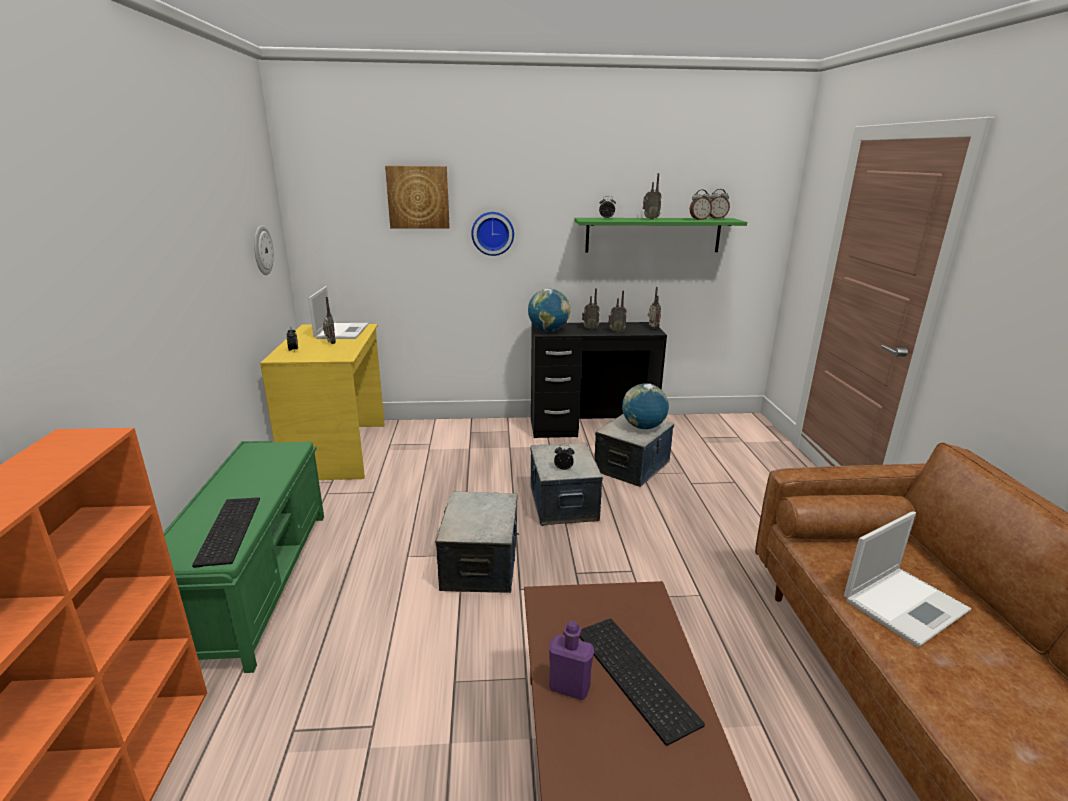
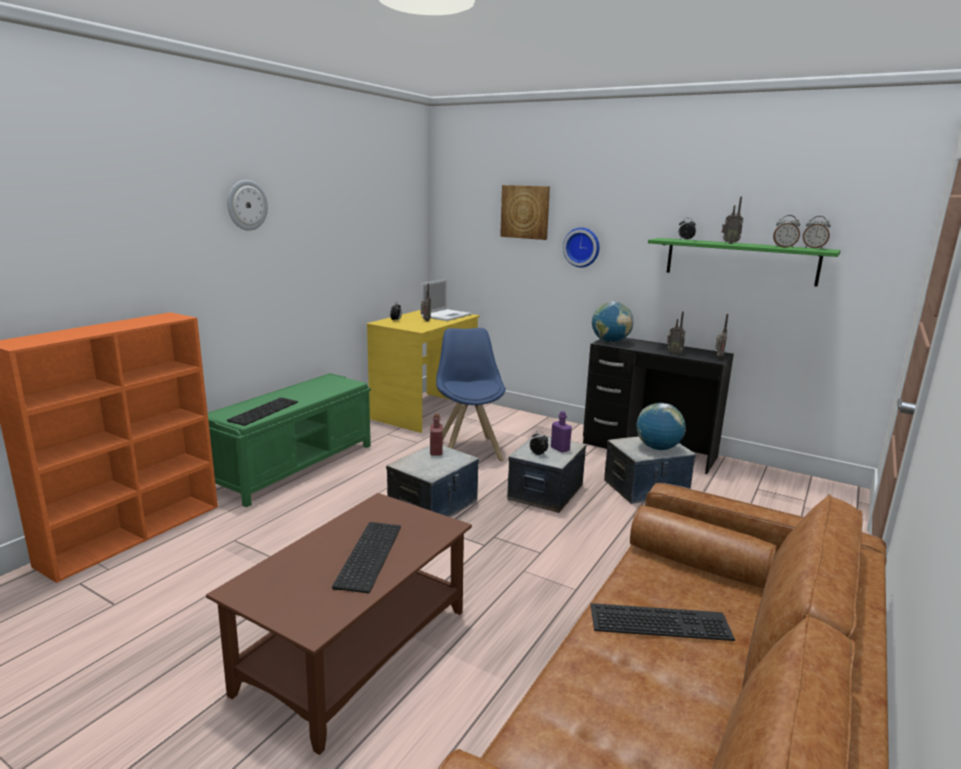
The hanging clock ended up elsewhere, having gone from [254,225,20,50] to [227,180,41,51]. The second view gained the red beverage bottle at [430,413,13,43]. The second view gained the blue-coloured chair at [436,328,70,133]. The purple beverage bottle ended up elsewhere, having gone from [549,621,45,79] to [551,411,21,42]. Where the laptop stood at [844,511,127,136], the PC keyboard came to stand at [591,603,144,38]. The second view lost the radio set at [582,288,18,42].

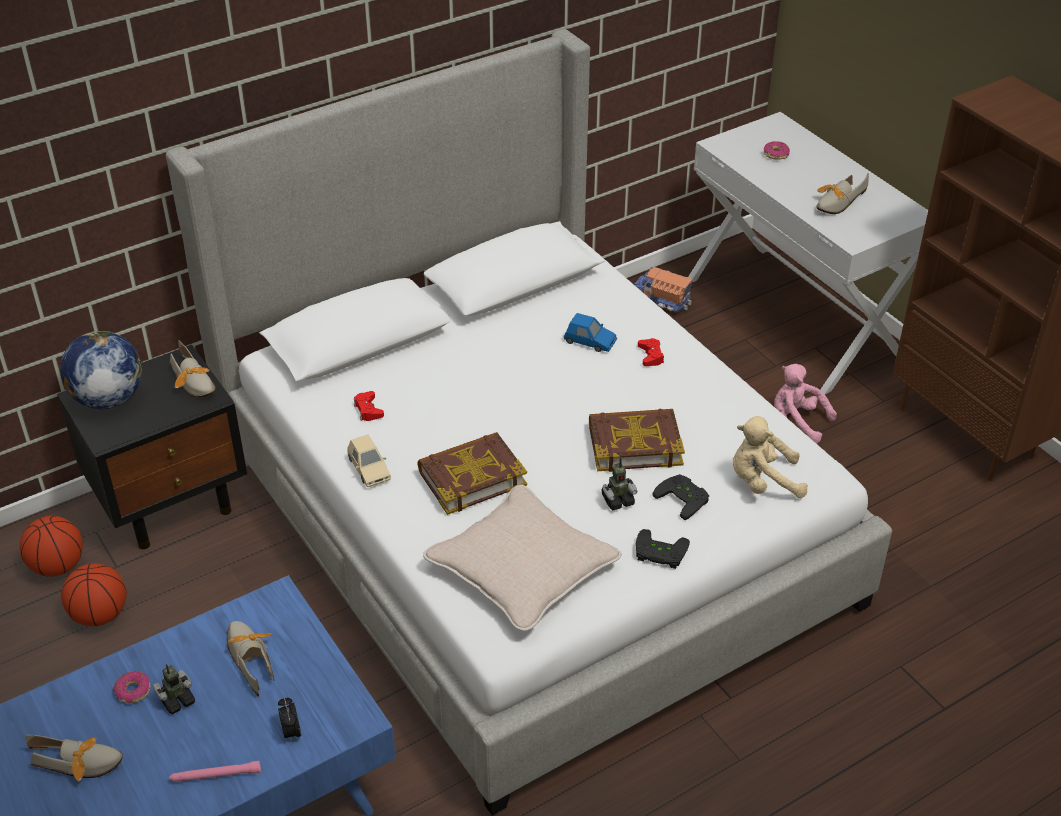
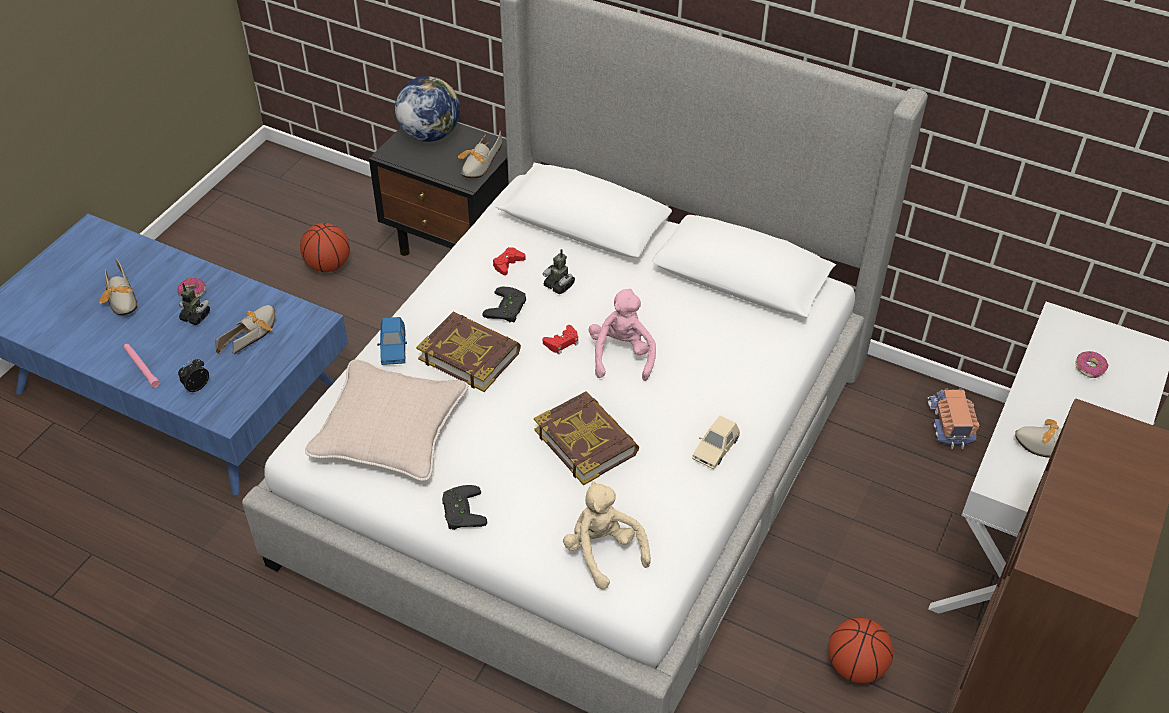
The blue-coloured toy car ended up elsewhere, having gone from [564,313,53,39] to [377,317,30,48]. The blackish joypad ended up elsewhere, having gone from [652,474,57,46] to [482,287,44,35]. The model robot ended up elsewhere, having gone from [601,457,36,53] to [542,249,33,45]. The red joypad ended up elsewhere, having gone from [638,338,26,28] to [543,325,35,29]. The pink-coloured plush toy ended up elsewhere, having gone from [774,364,63,79] to [589,289,67,92]. The sand-coloured toy car ended up elsewhere, having gone from [347,434,44,53] to [692,415,48,54]. The basketball ball ended up elsewhere, having gone from [20,516,63,61] to [828,618,65,65].

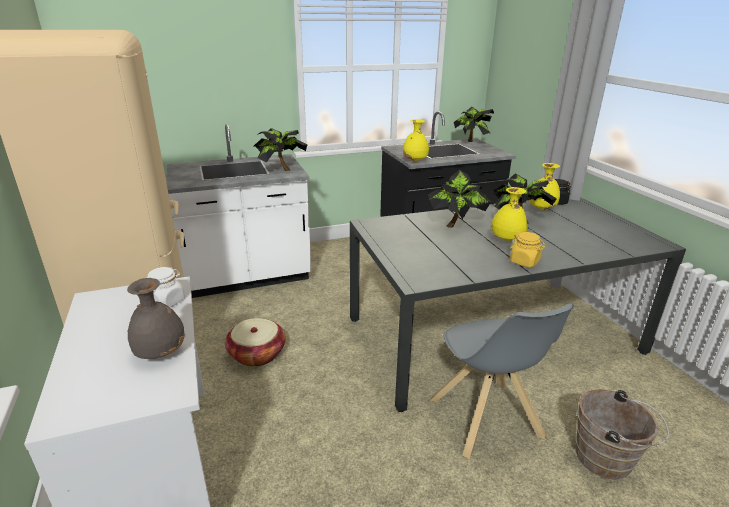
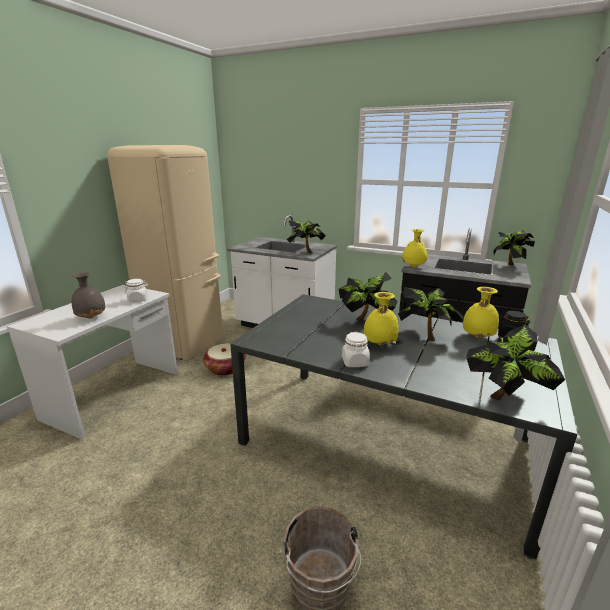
What was the yellowish jar at [510,232,35,35] turned into the whitish jar at [342,332,28,35]. The second view gained the plant in a pot at [466,325,99,75]. The second view lost the gray chair at [430,303,144,156].

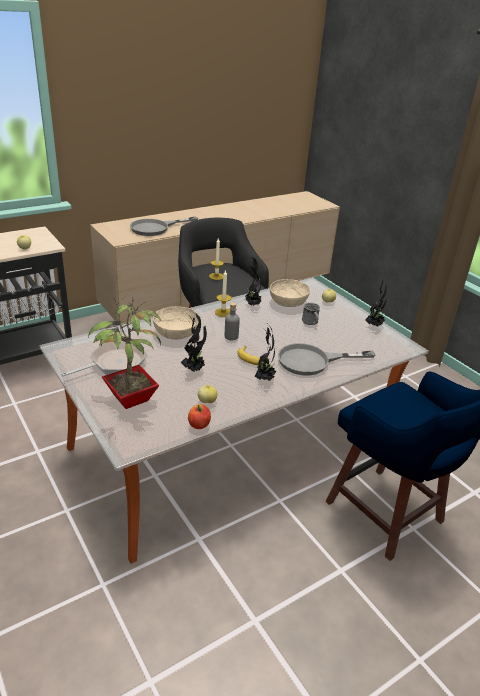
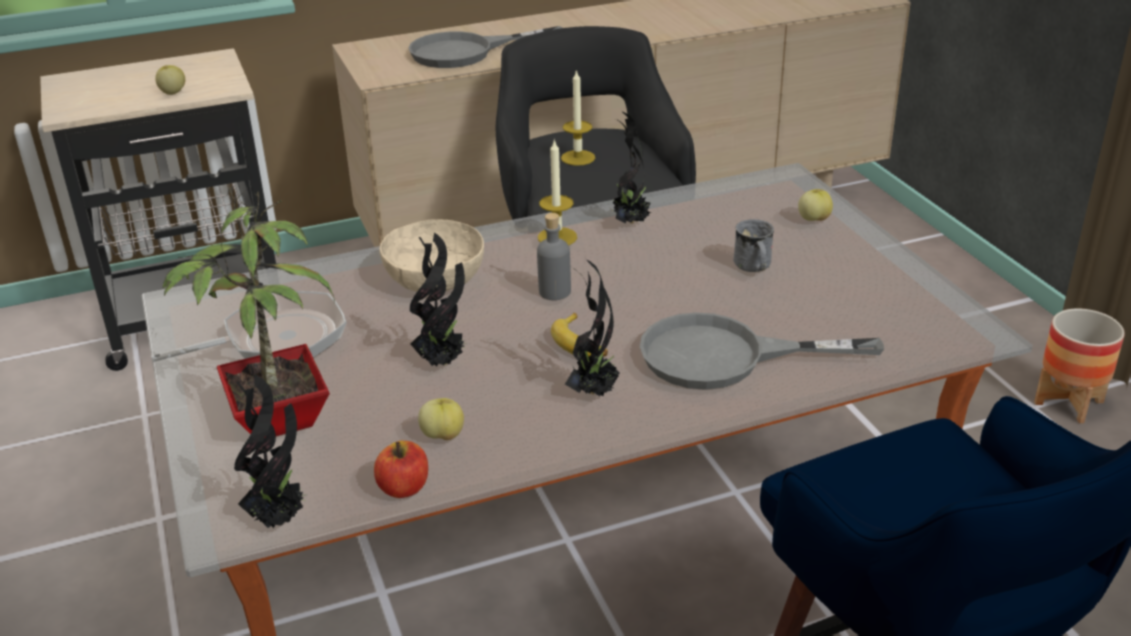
The plant in a pot ended up elsewhere, having gone from [365,279,22,47] to [234,375,70,153]. The second view gained the flower pot at [1034,308,91,115]. The second view lost the sand-coloured deep dish at [270,279,40,28].

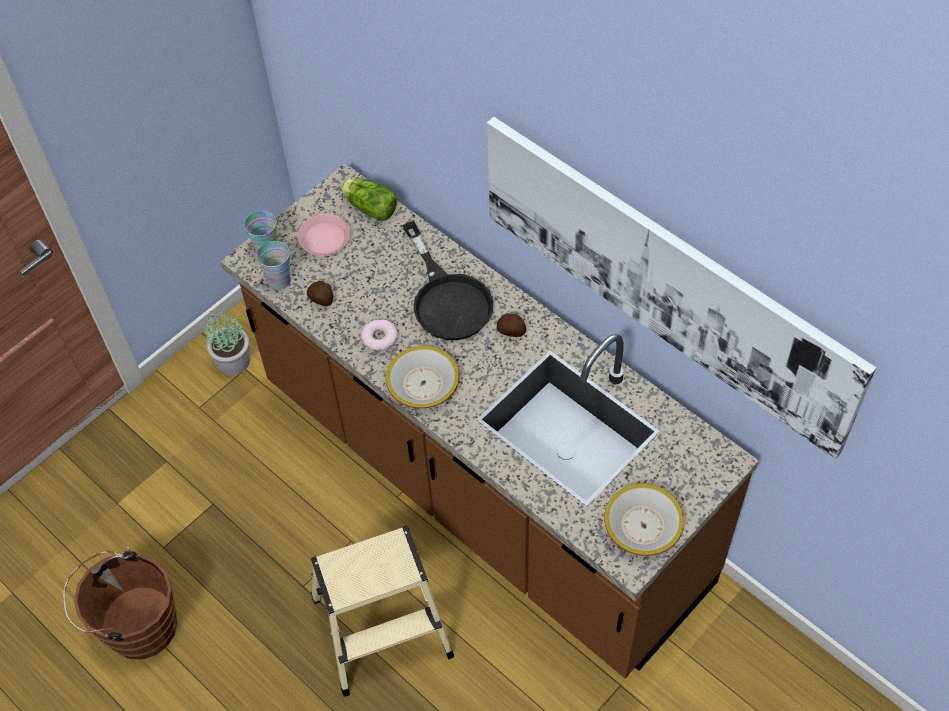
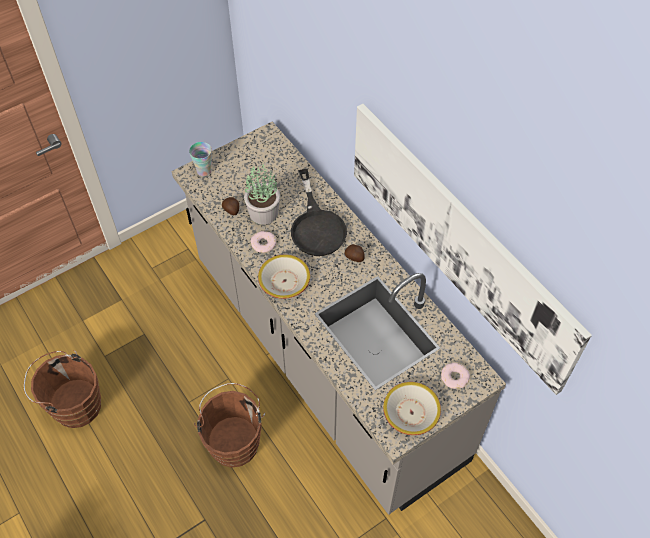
What was the brown counter at [220,163,539,516] turned into the gray counter at [172,122,334,393]. Where the sand-coloured step stool stood at [311,525,143,172], the brown water bucket came to stand at [194,383,71,84]. The plant in a pot ended up elsewhere, having gone from [205,307,45,68] to [244,162,36,63]. The second view gained the ring doughnut at [441,363,29,26]. The second view lost the cup at [257,241,34,49]. The second view lost the pink-coloured flat dish at [297,214,54,42]. The second view lost the lettuce at [341,178,56,43].

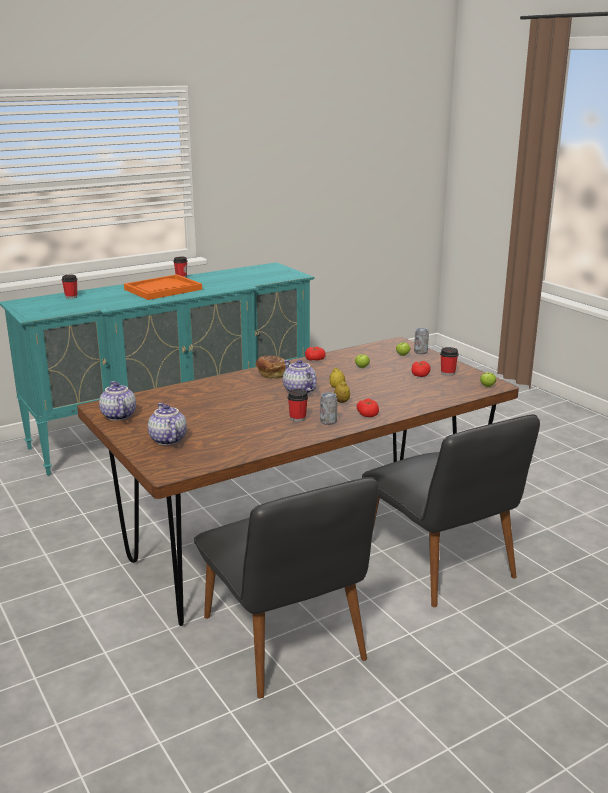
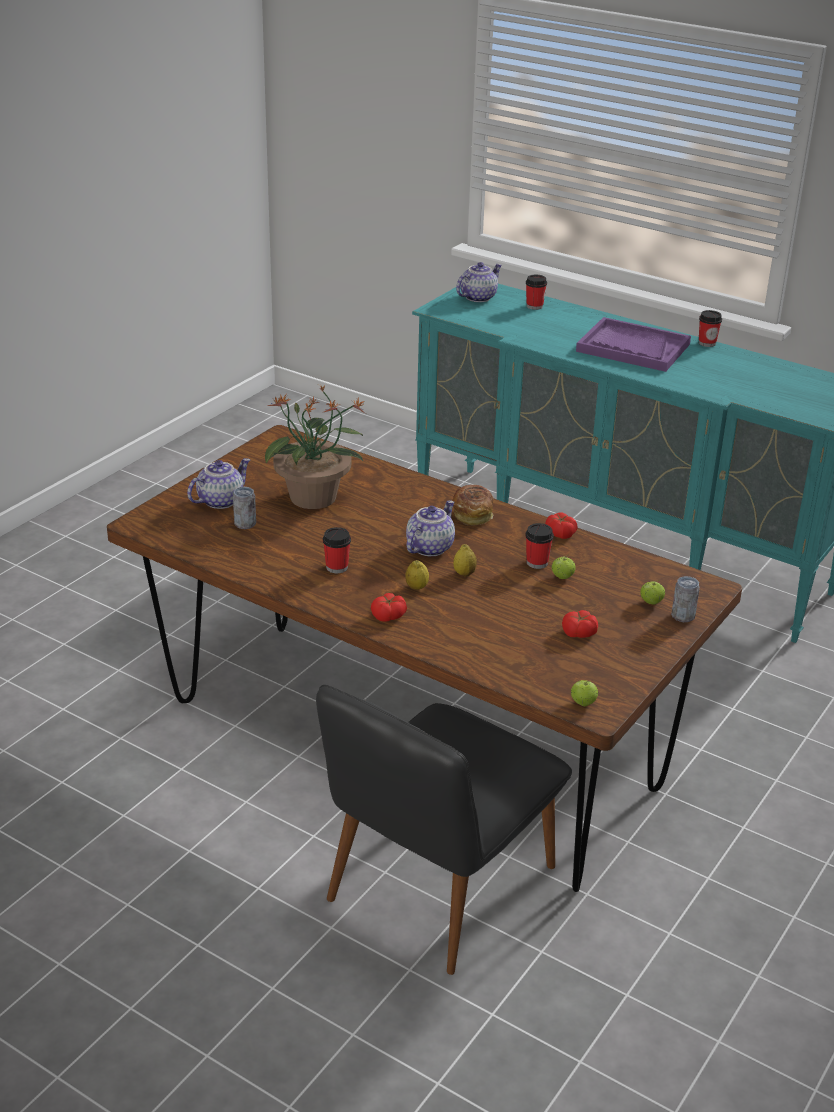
The can ended up elsewhere, having gone from [320,392,17,33] to [233,487,23,42]. The second view gained the plant in a pot at [265,384,100,125]. The tea pot ended up elsewhere, having gone from [99,381,37,40] to [456,262,46,40]. The cup ended up elsewhere, having gone from [440,347,19,29] to [525,523,29,46]. What was the orange-coloured carrying tray at [124,274,78,26] turned into the purple carrying tray at [576,317,115,55]. The second view lost the blackish chair at [194,477,185,221].

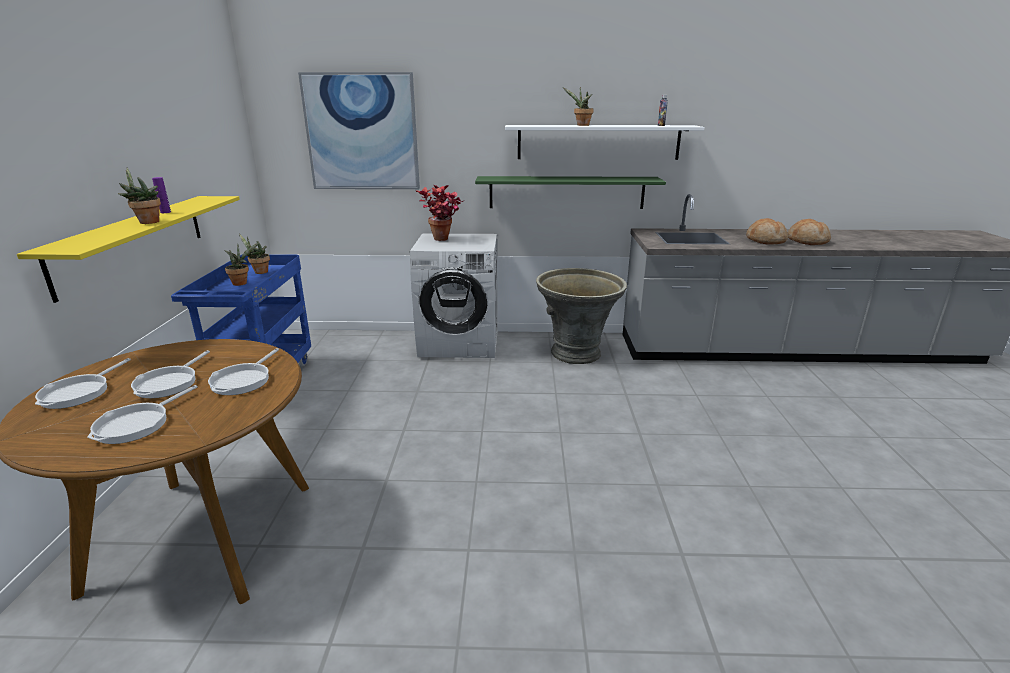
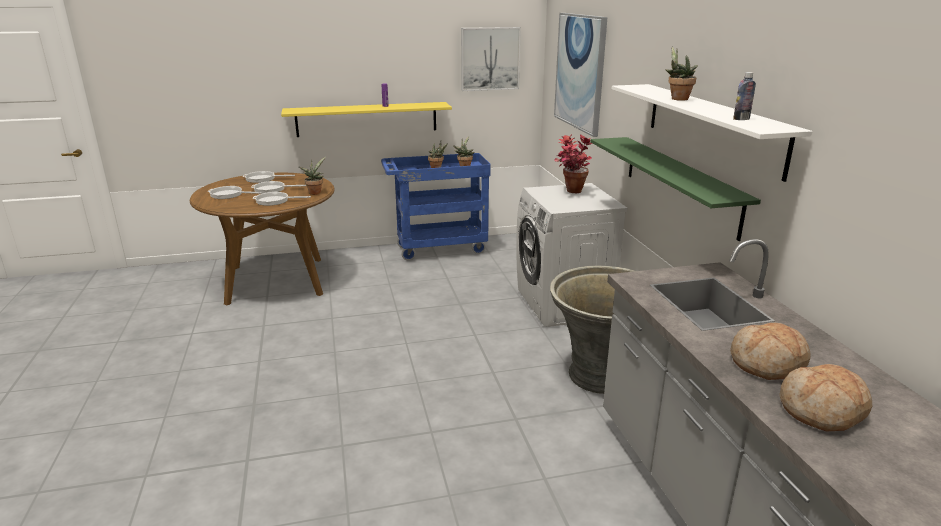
The plant in a pot ended up elsewhere, having gone from [118,168,43,56] to [299,156,27,39]. The second view gained the picture at [461,27,60,64].

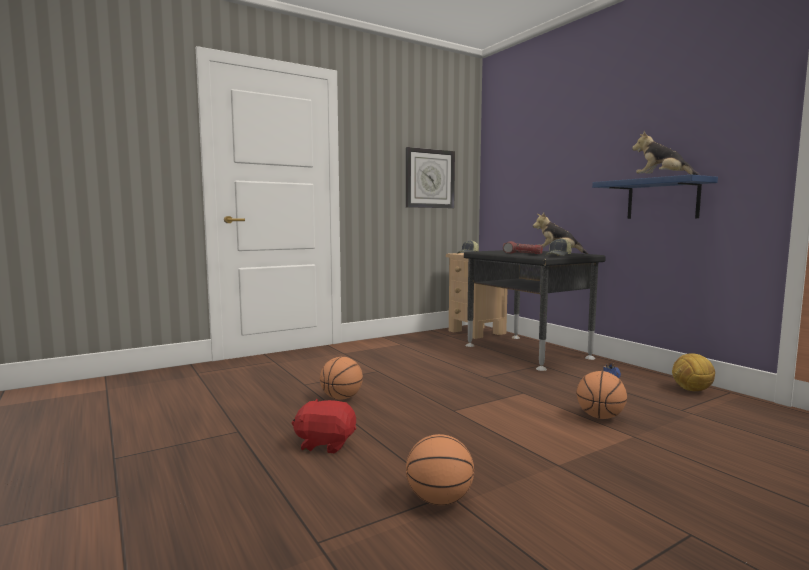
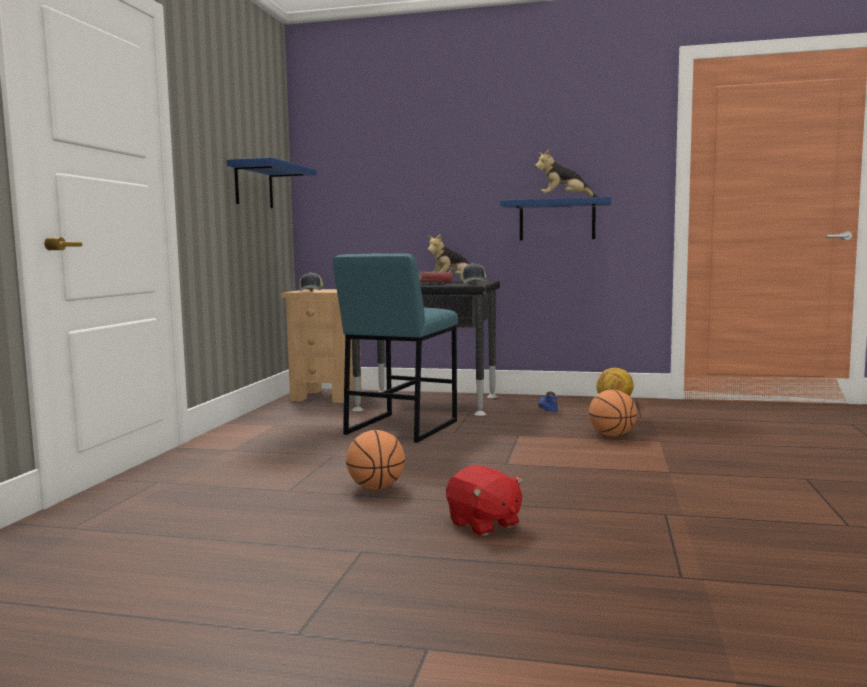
Where the hanging clock hung at [406,147,49,61], the blue-coloured bracket shelf came to hang at [227,158,90,50]. The second view gained the blue-coloured stool seat at [332,253,126,190]. The red plush toy at [292,399,64,54] ended up facing another way, 90 degrees counterclockwise from before. The second view lost the basketball ball at [406,434,68,71].

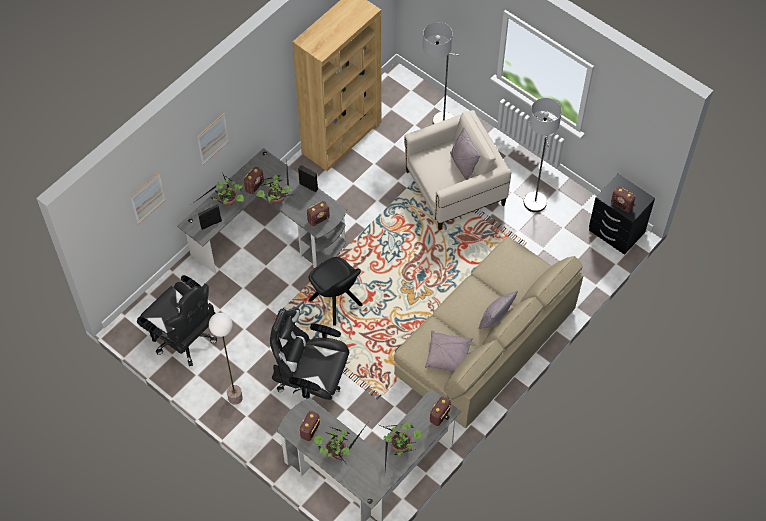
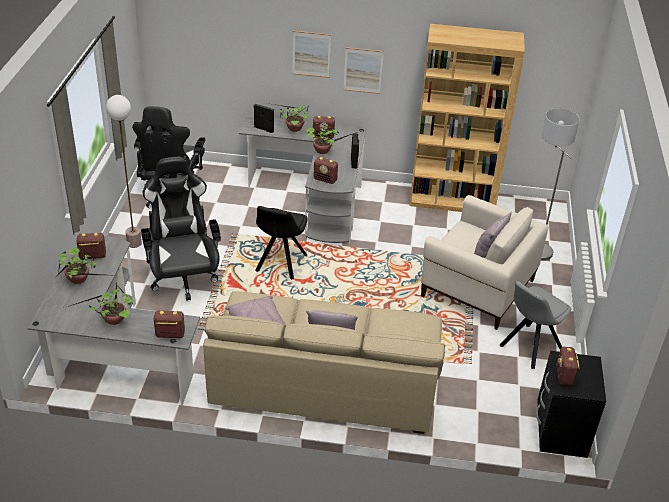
The picture ended up elsewhere, having gone from [130,172,36,53] to [344,47,40,47]. Where the gray floor lamp stood at [524,98,38,114], the gray chair came to stand at [500,281,71,88].

